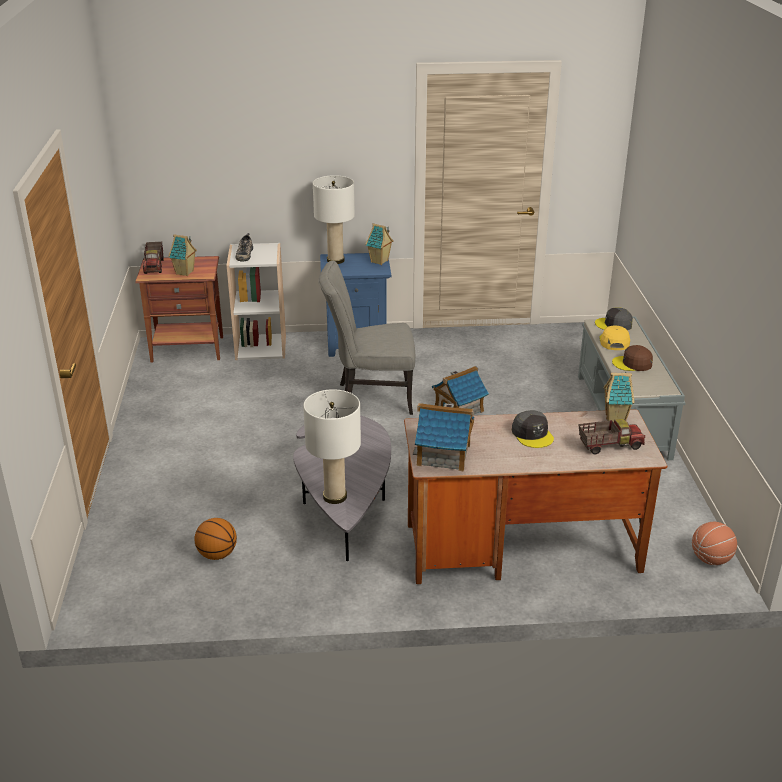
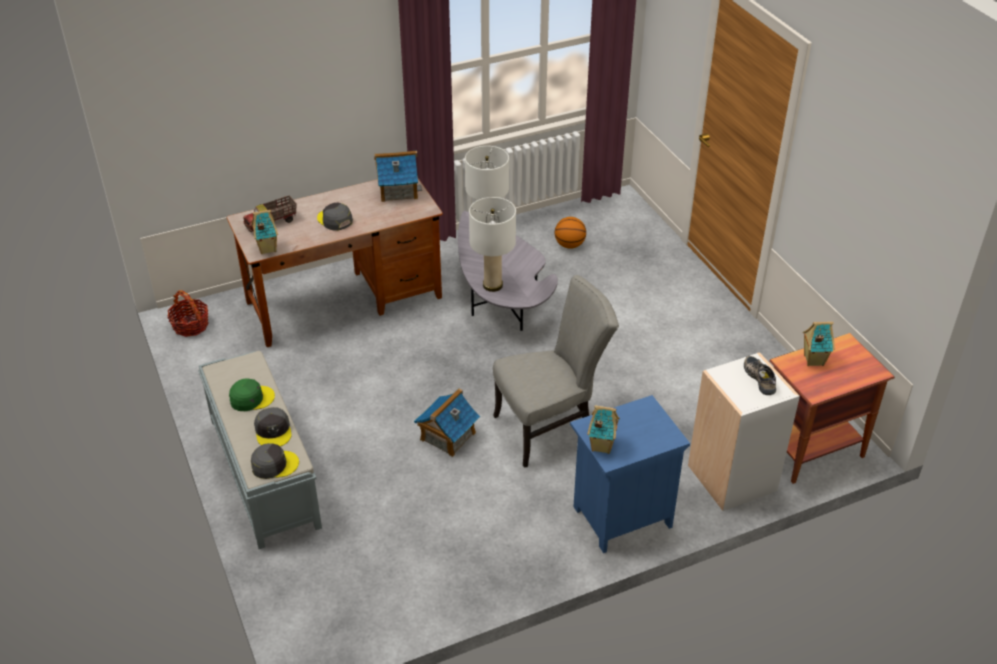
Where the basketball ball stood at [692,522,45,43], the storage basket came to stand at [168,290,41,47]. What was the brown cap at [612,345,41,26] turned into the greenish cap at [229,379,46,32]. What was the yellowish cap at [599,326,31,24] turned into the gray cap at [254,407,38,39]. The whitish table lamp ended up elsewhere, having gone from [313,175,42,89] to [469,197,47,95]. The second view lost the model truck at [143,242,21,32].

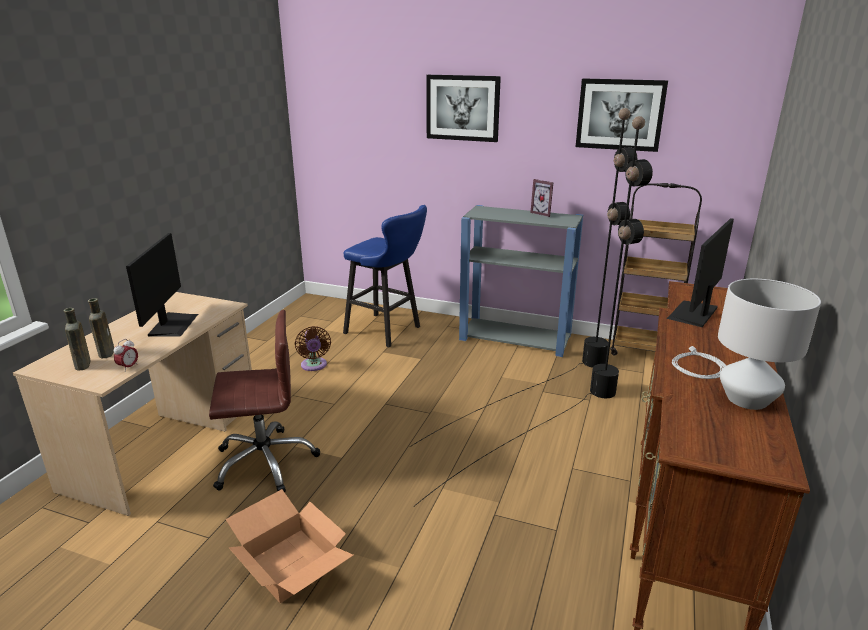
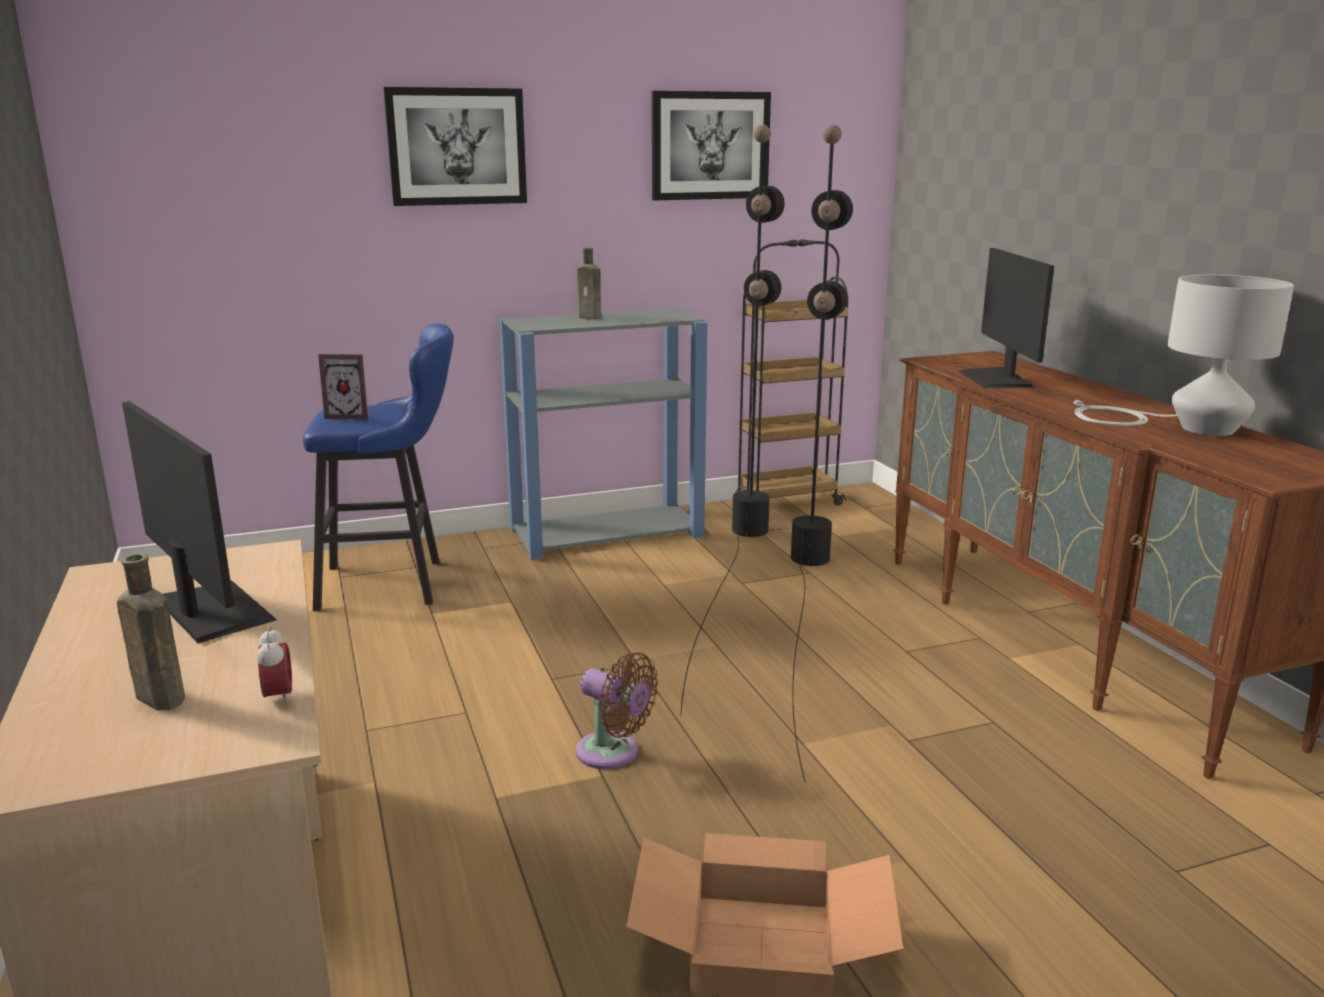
The photo frame ended up elsewhere, having gone from [530,179,23,38] to [318,354,50,66]. The brown cooling fan ended up elsewhere, having gone from [295,326,36,45] to [576,652,82,117]. The brown beverage bottle ended up elsewhere, having gone from [64,308,27,63] to [577,248,24,72]. The second view lost the brown computer chair at [209,310,111,182].

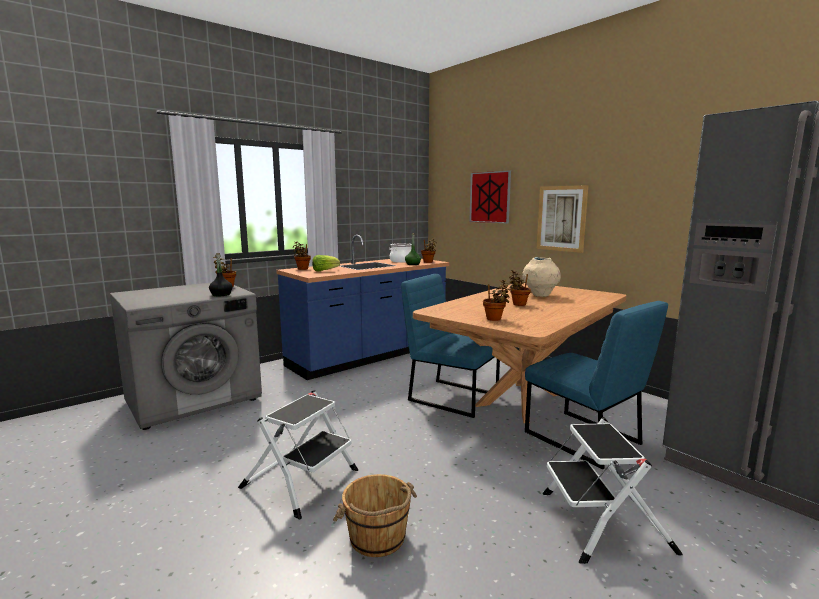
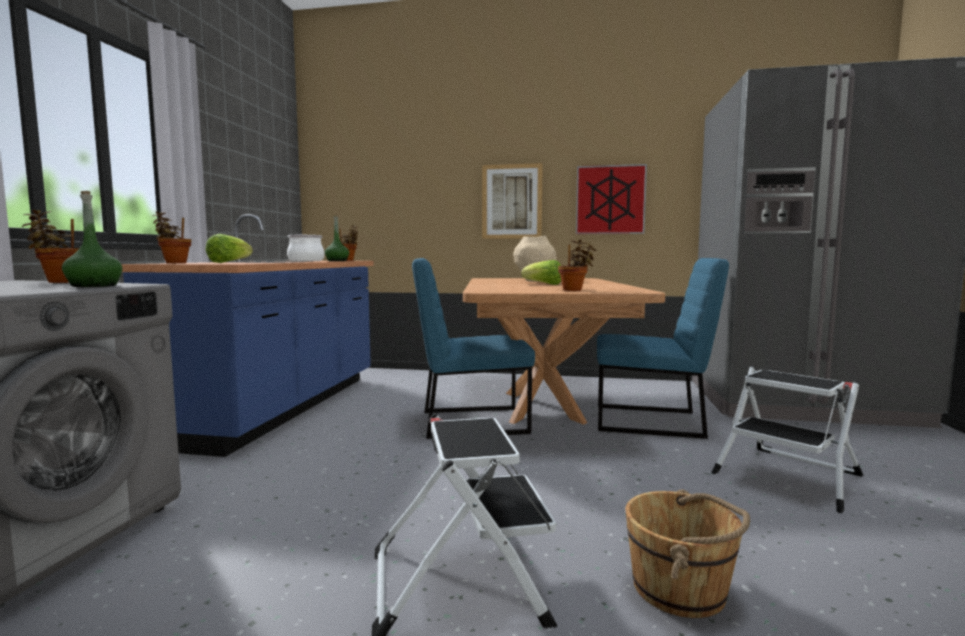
What was the blackish beverage bottle at [209,253,24,43] turned into the greenish beverage bottle at [62,191,60,96]. Where the plant in a pot stood at [509,270,22,36], the lettuce came to stand at [521,260,40,25]. The picture ended up elsewhere, having gone from [469,170,42,54] to [576,164,71,70].

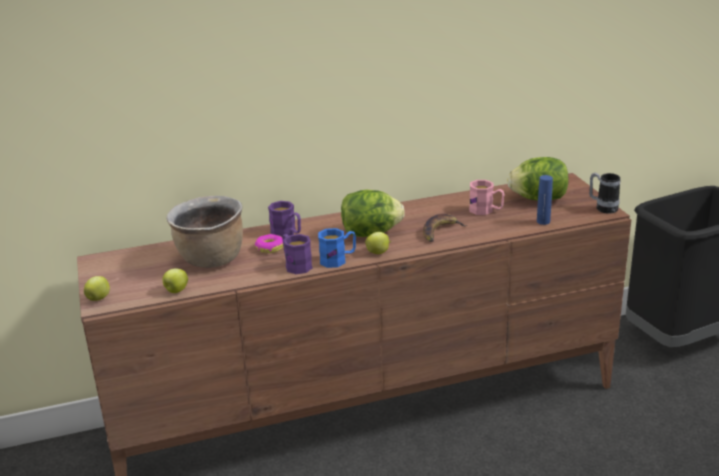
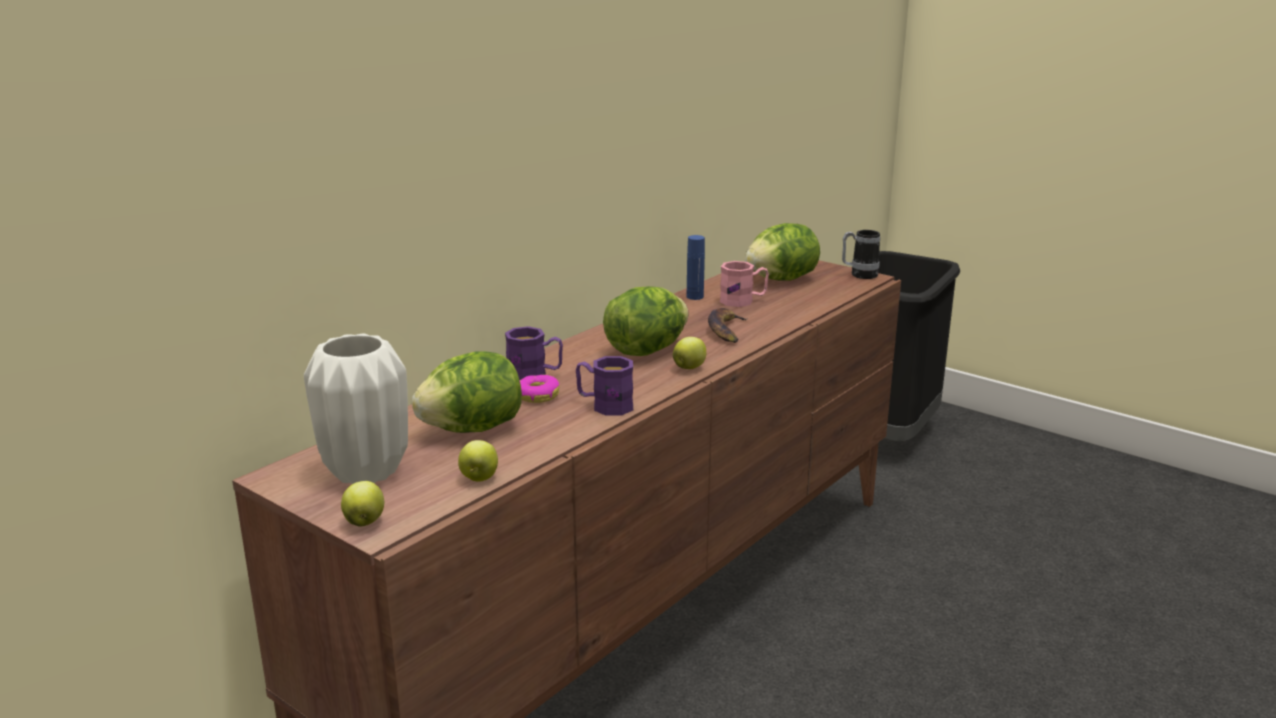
The second view gained the whitish decorative vase at [304,334,104,150]. Where the brown cooking pot stood at [166,196,77,72], the lettuce came to stand at [412,351,110,82]. The blue-coloured beverage bottle ended up elsewhere, having gone from [537,175,16,50] to [687,235,18,65]. The second view lost the blue-coloured tea mug at [318,228,38,40].

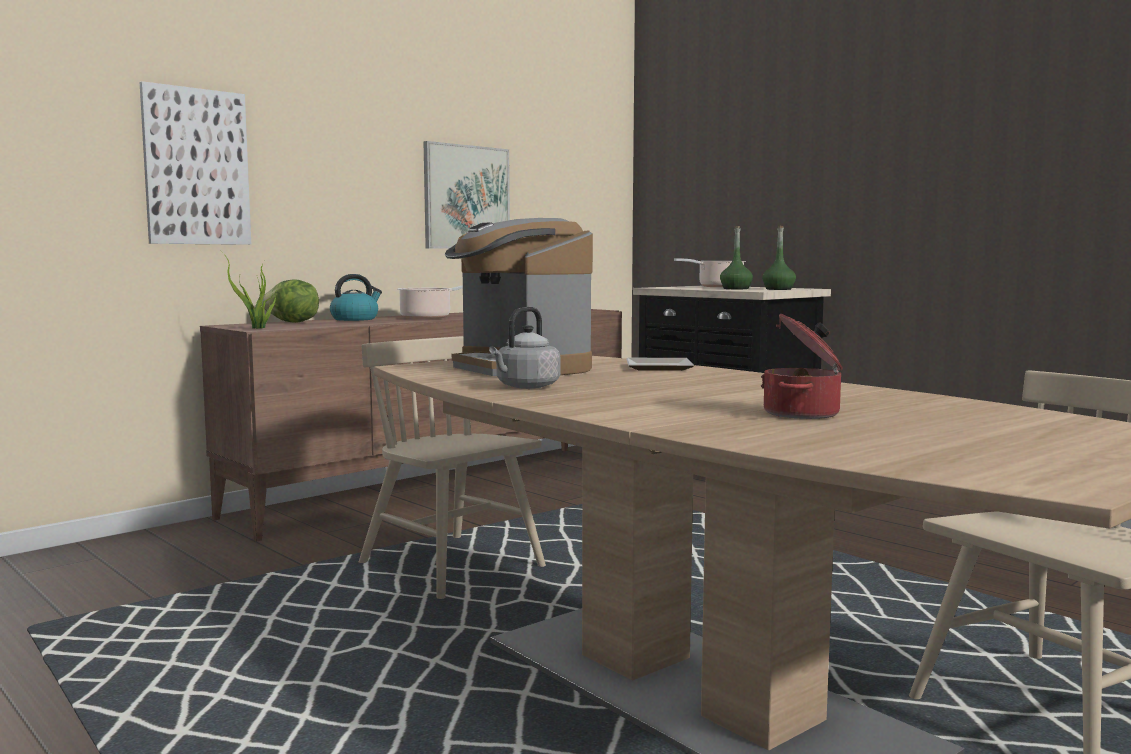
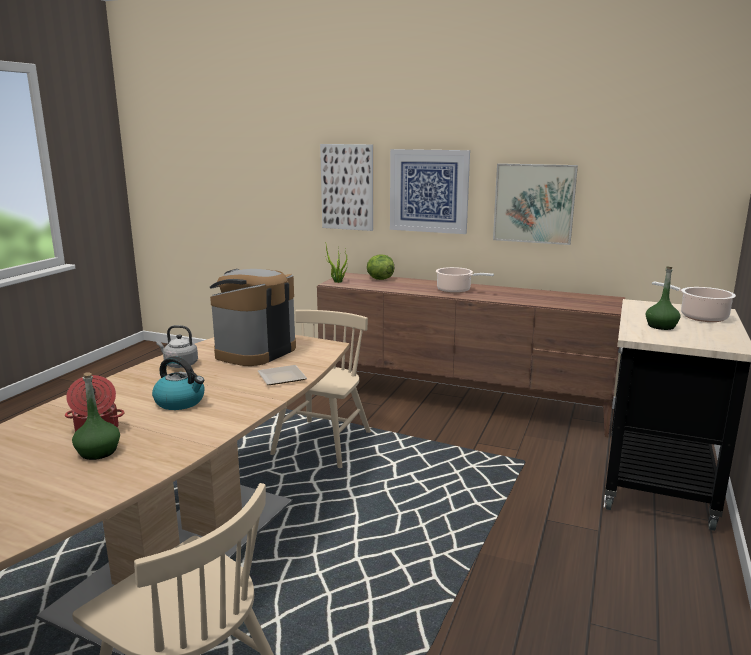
The greenish beverage bottle ended up elsewhere, having gone from [762,225,34,65] to [72,372,48,88]. The tea kettle ended up elsewhere, having gone from [330,274,52,47] to [152,356,53,54]. The second view gained the picture at [390,149,80,85].

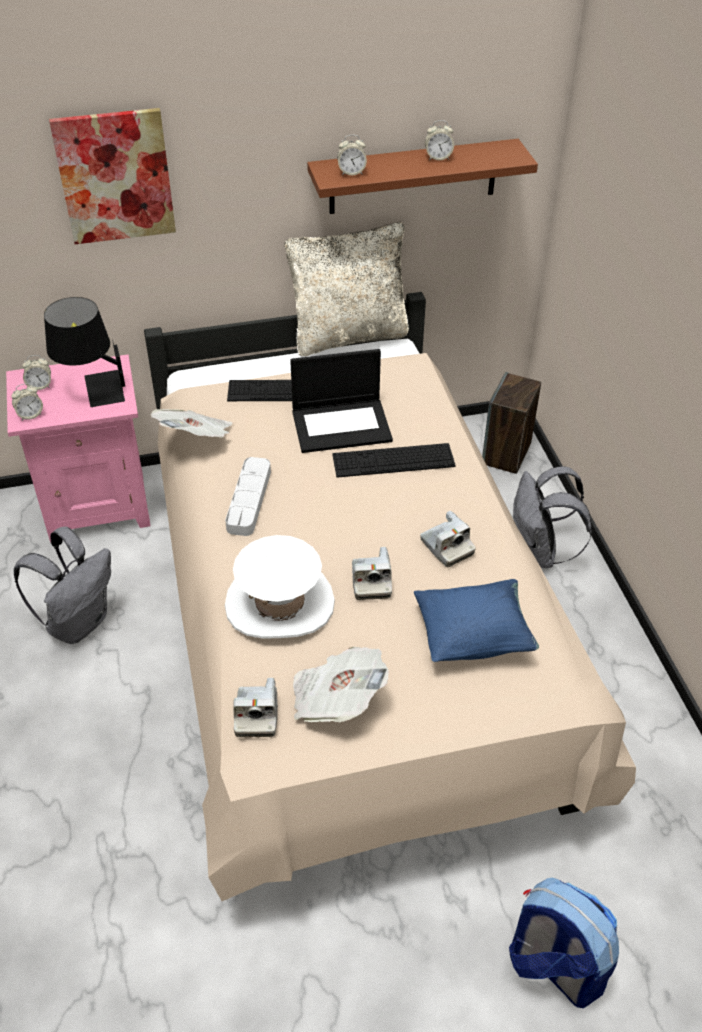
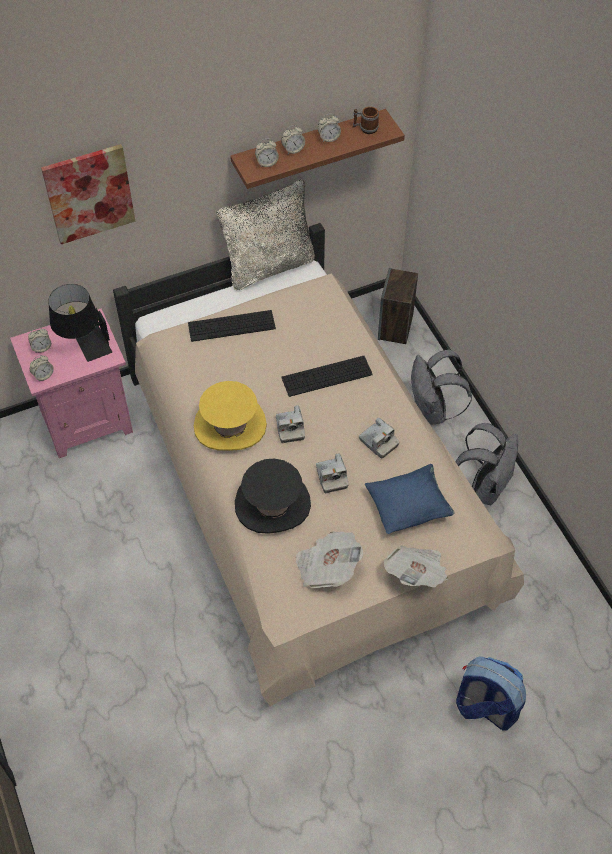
Where the gray carrying tray stood at [225,457,46,79], the yellowish clothing hat came to stand at [194,381,73,70]. What was the whitish clothing hat at [225,535,110,104] turned into the blackish clothing hat at [235,459,76,75]. The photo camera ended up elsewhere, having gone from [233,678,45,59] to [276,405,29,38]. The second view gained the table clock at [281,125,24,29]. The second view gained the tea mug at [353,106,26,28]. The printed paper ended up elsewhere, having gone from [151,409,82,29] to [383,545,65,42]. The gray backpack ended up elsewhere, having gone from [14,527,97,117] to [455,423,63,82]. The second view lost the laptop at [290,349,103,104].

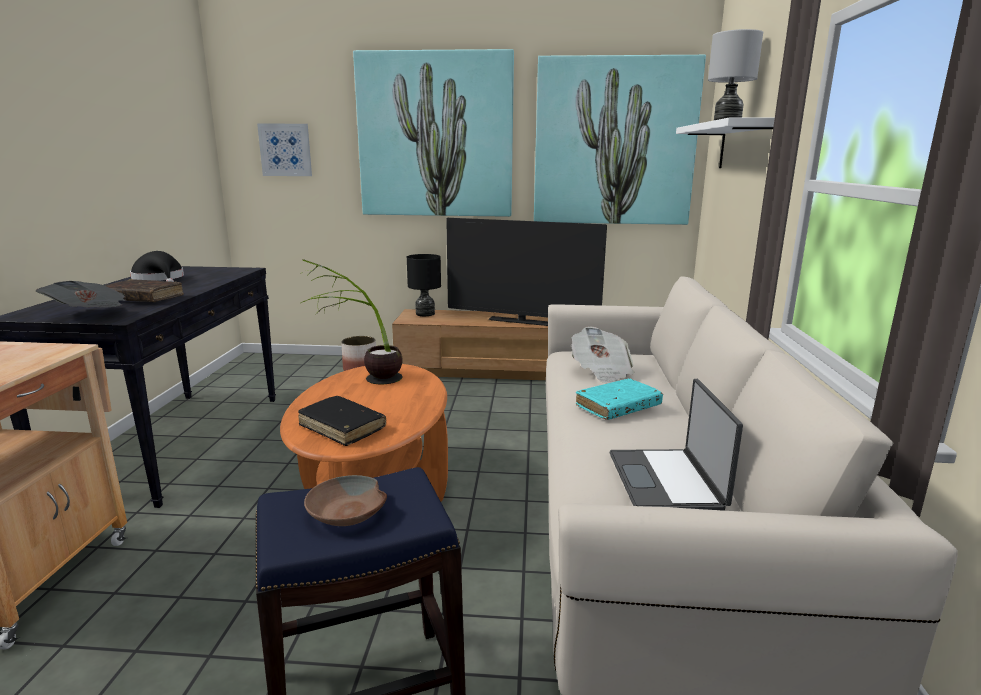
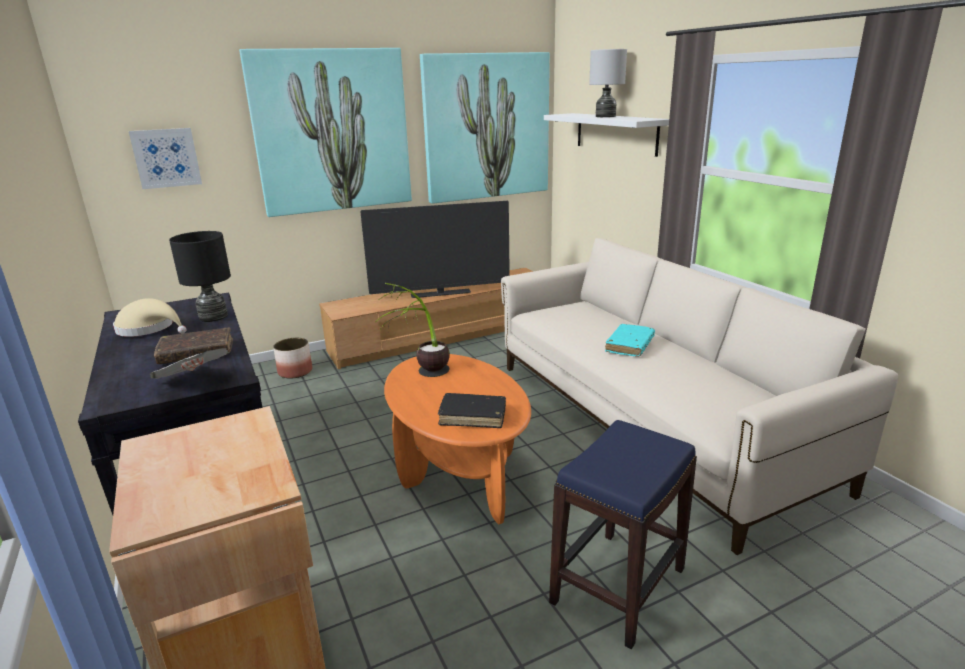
What was the blackish clothing hat at [130,251,54,31] turned into the sand-coloured clothing hat at [113,298,73,39]. The blackish table lamp ended up elsewhere, having gone from [407,254,34,62] to [169,231,62,91]. The second view lost the brown deep dish at [304,475,83,51]. The second view lost the printed paper at [572,327,62,57]. The second view lost the laptop at [610,379,133,132].

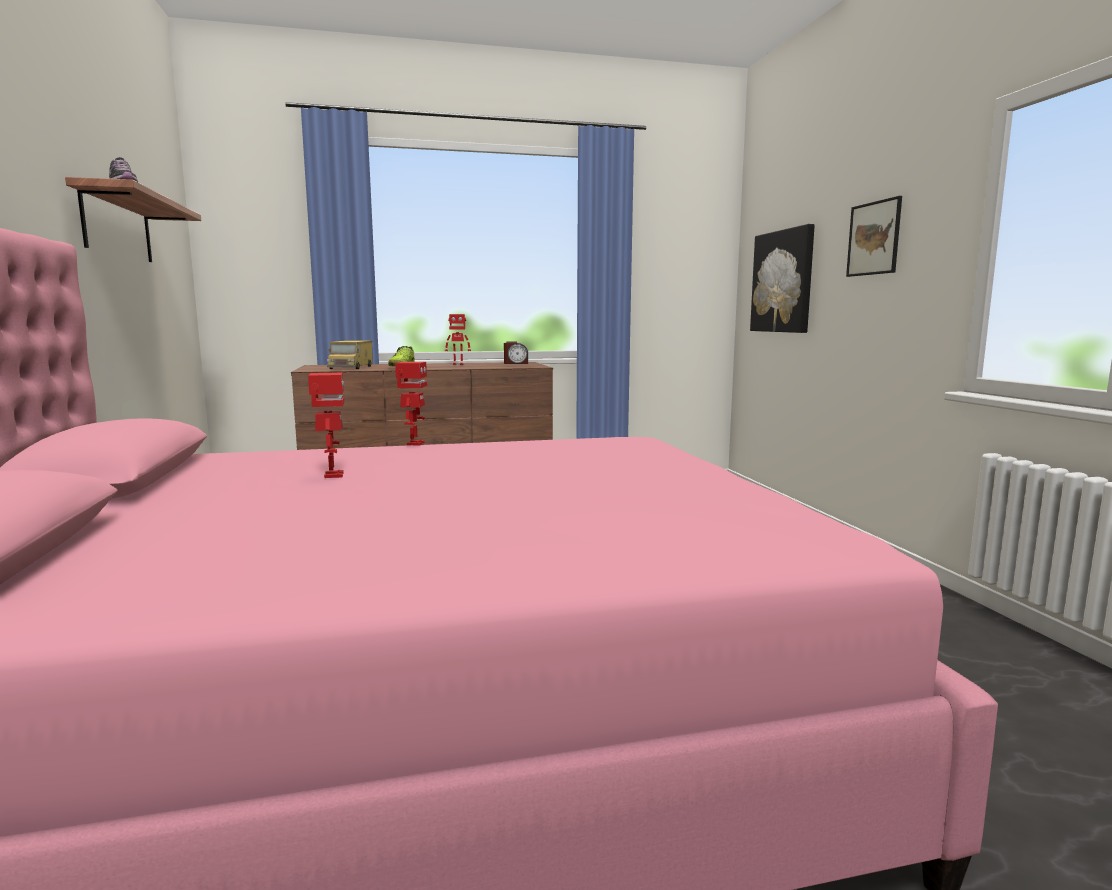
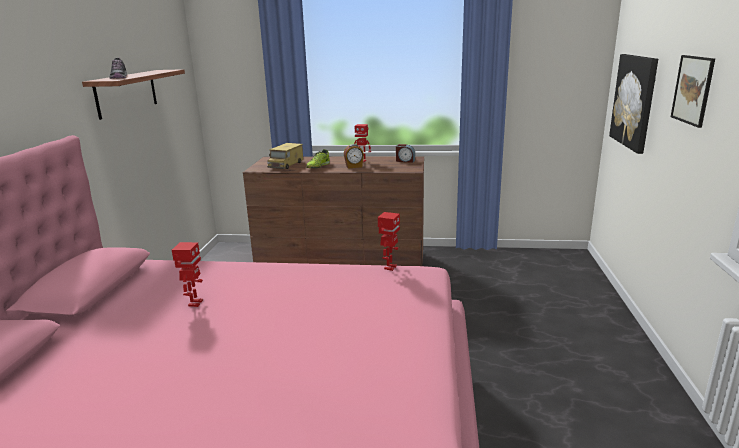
The second view gained the table clock at [344,144,20,25]. The model robot ended up elsewhere, having gone from [395,362,32,84] to [378,212,22,59].

